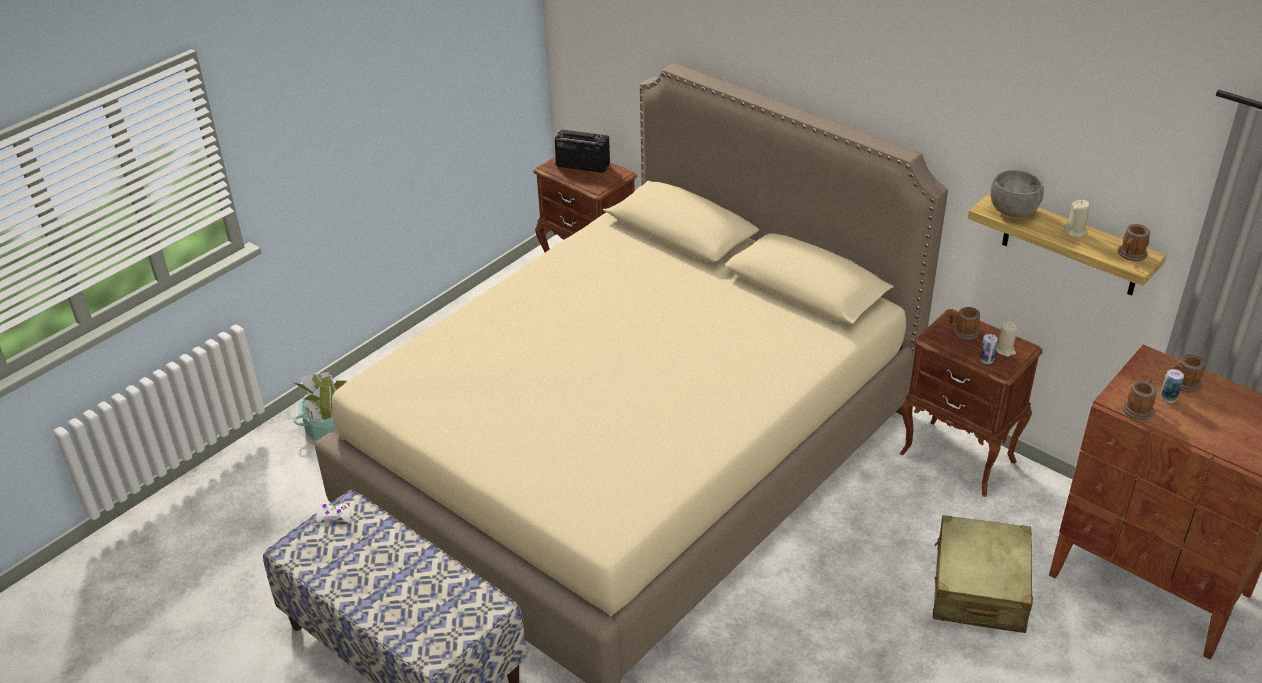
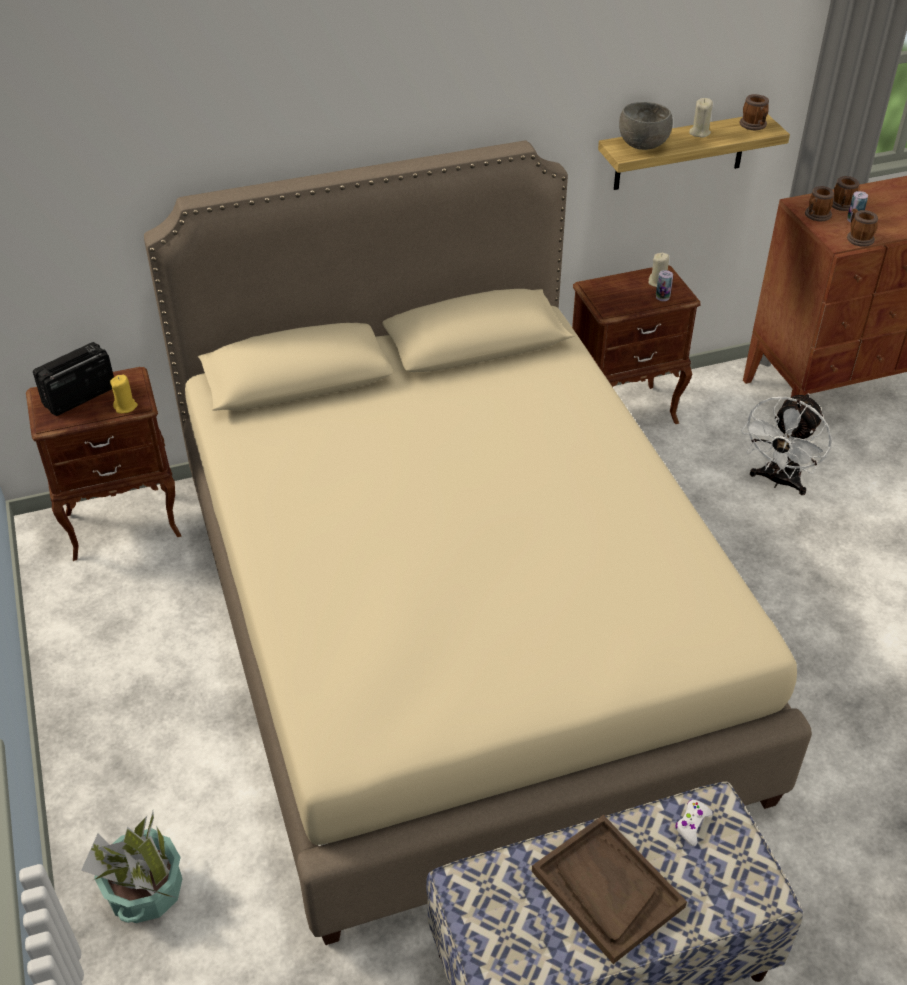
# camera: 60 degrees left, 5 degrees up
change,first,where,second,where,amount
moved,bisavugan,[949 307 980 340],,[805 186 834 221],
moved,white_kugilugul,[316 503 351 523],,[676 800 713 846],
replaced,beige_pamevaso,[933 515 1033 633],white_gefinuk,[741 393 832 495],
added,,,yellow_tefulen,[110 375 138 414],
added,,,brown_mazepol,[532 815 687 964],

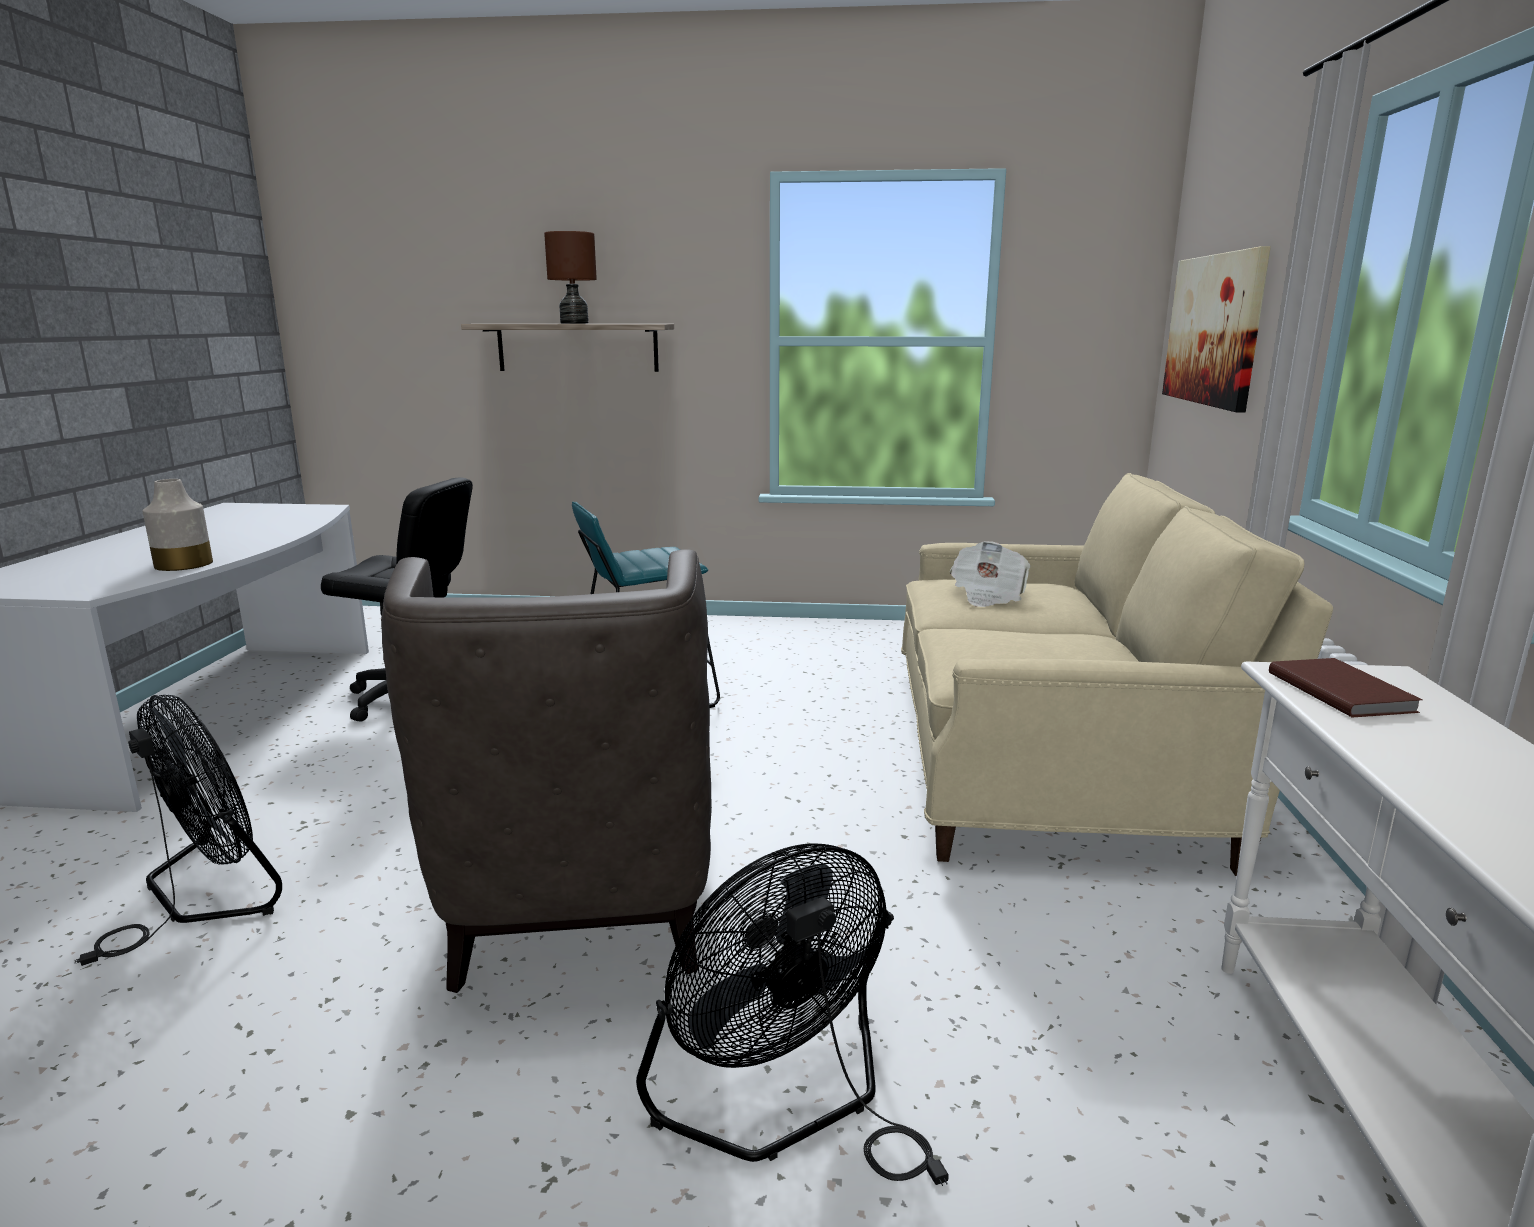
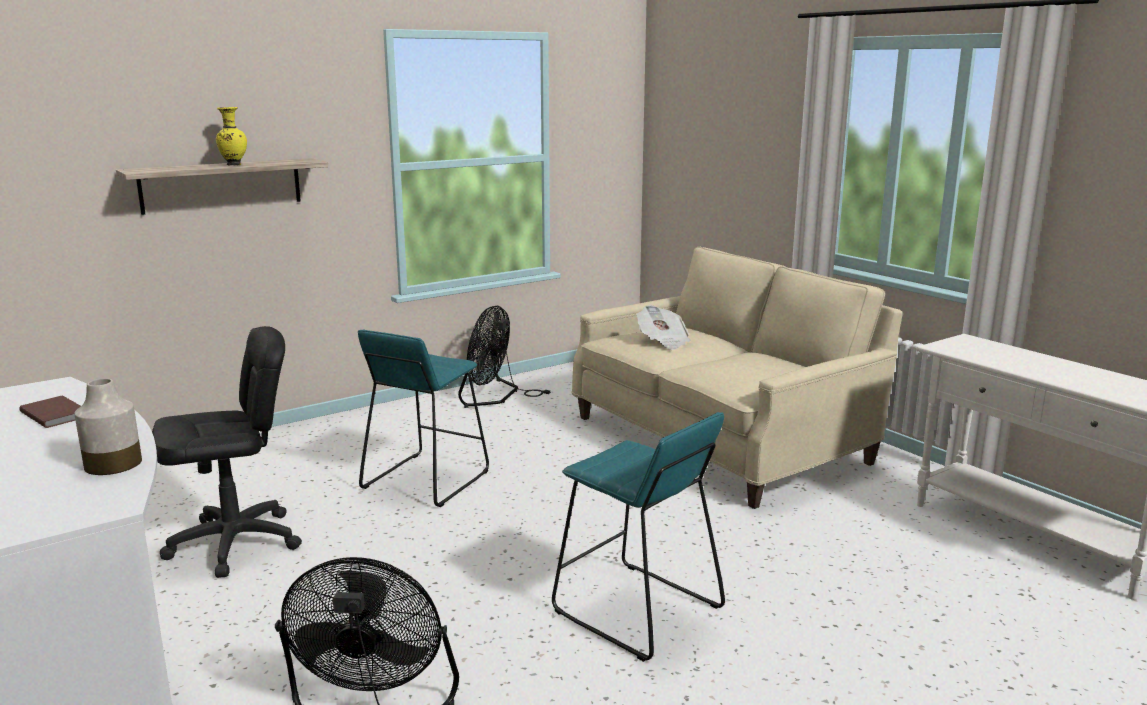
# camera: 40 degrees left, 0 degrees up
change,first,where,second,where,amount
replaced,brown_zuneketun,[544 231 597 324],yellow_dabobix,[216 107 247 166],
removed,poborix,[1162 246 1271 413],,,
replaced,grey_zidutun,[381 549 712 993],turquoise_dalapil,[552 412 725 662],
moved,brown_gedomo,[1269 658 1423 718],,[19 395 81 428],
moved,black_gefinuk,[636 844 949 1186],,[458 306 551 408],

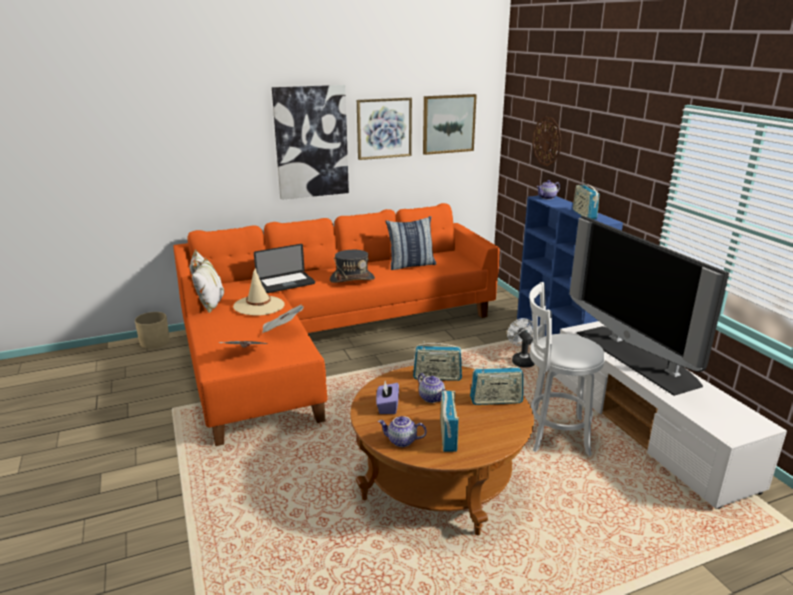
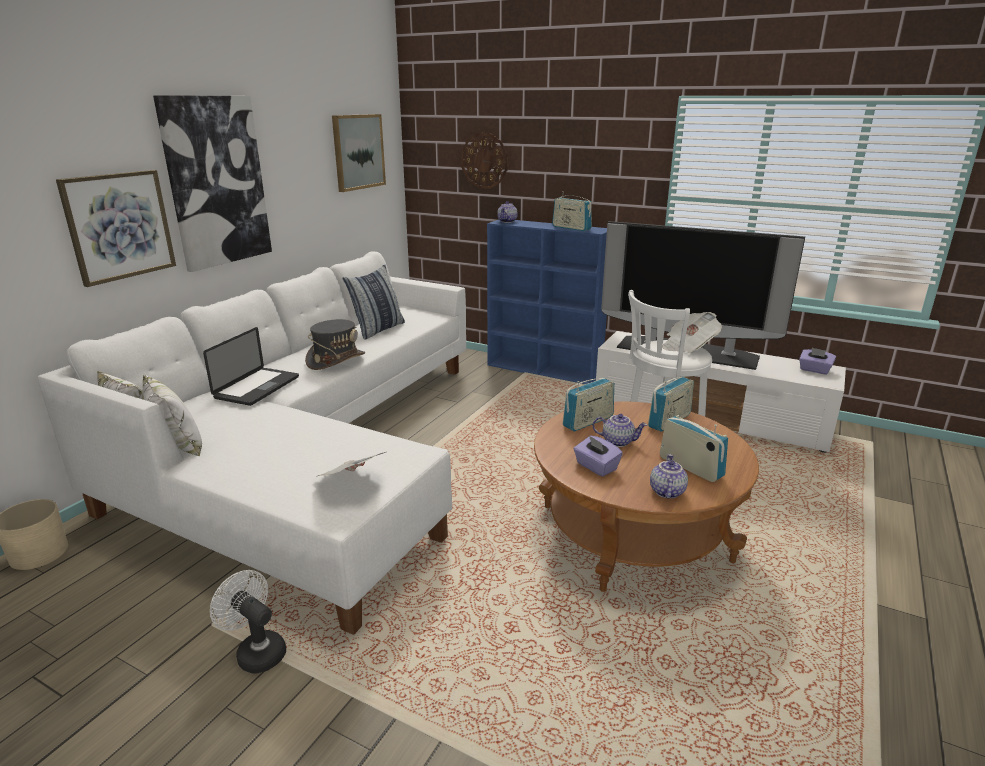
# camera: 40 degrees left, 0 degrees up
change,first,where,second,where,amount
moved,poborix,[357 98 412 160],,[56 170 176 287],
recoloured,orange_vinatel,[173 203 499 446],white_vinatel,[38 252 466 635],
removed,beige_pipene,[233 268 285 316],,,
moved,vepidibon,[261 305 304 334],,[662 312 722 353],
moved,white_gefinuk,[507 318 535 368],,[210 570 286 674],
turned,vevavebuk,[378 416 427 447],,[650 454 688 499],135 degrees clockwise
added,,,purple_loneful,[799 348 836 375],

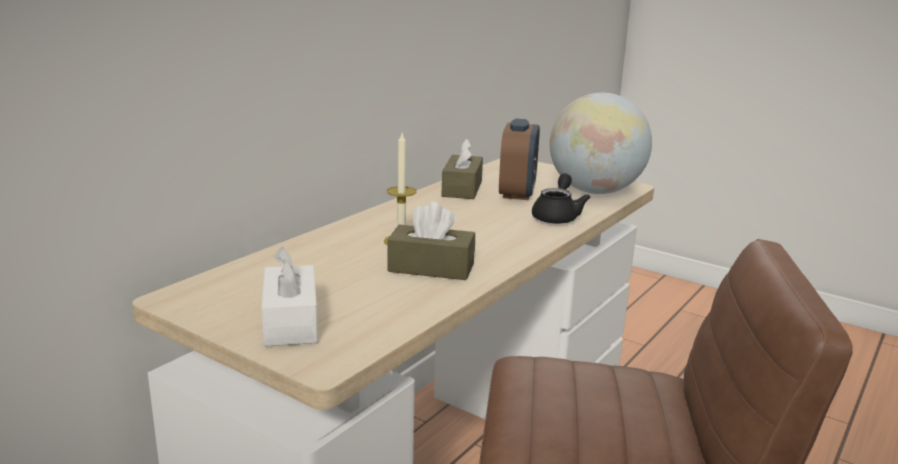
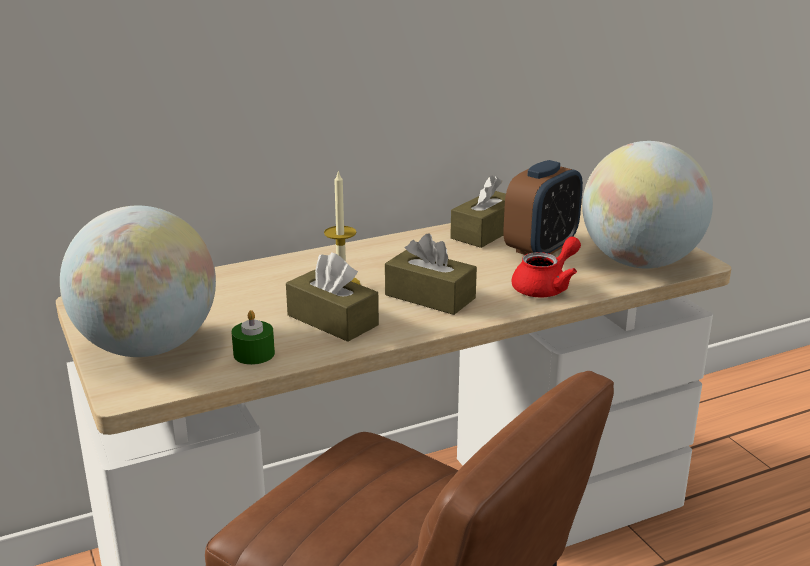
# camera: 30 degrees right, 5 degrees up
change,first,where,second,where,amount
recoloured,black_vevavebuk,[532 173 591 224],red_vevavebuk,[512 237 581 297],
replaced,white_loneful,[262 247 318 346],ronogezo,[60 206 216 357],
added,,,brown_loneful,[385 234 477 315],
added,,,green_tefulen,[231 310 275 365],

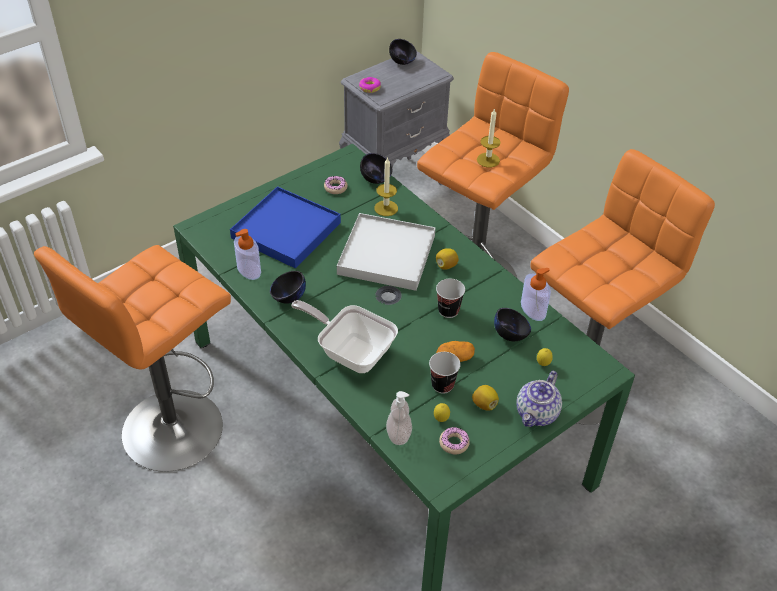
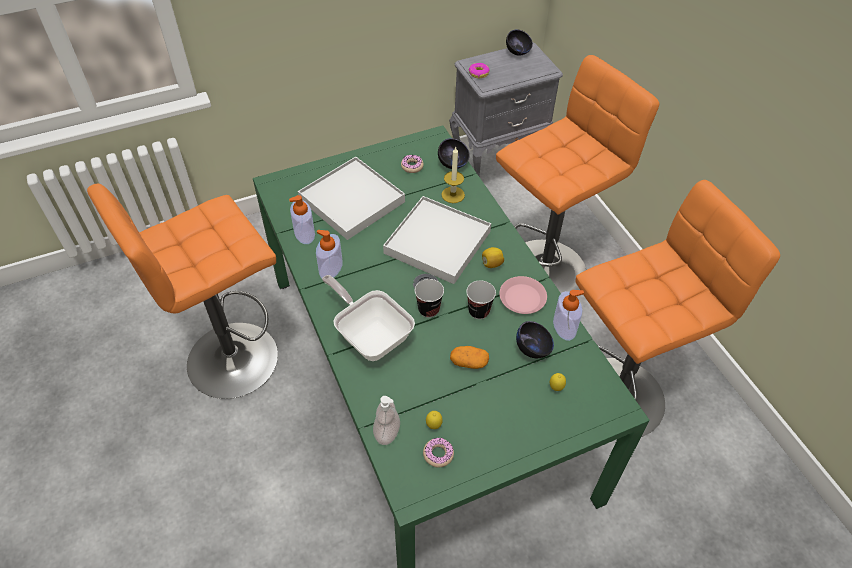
# camera: 15 degrees right, 5 degrees up
change,first,where,second,where,amount
removed,tefulen,[477 108 501 168],,,
recoloured,blue_mazepol,[230 186 341 269],white_mazepol,[298 157 405 240],
replaced,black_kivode,[270 271 306 304],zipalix,[316 230 343 278],
moved,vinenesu,[429 352 461 394],,[415 279 444 318],
removed,vevavebuk,[516 371 562 427],,,
removed,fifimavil,[472 385 499 411],,,
added,,,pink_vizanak,[499 276 547 314],

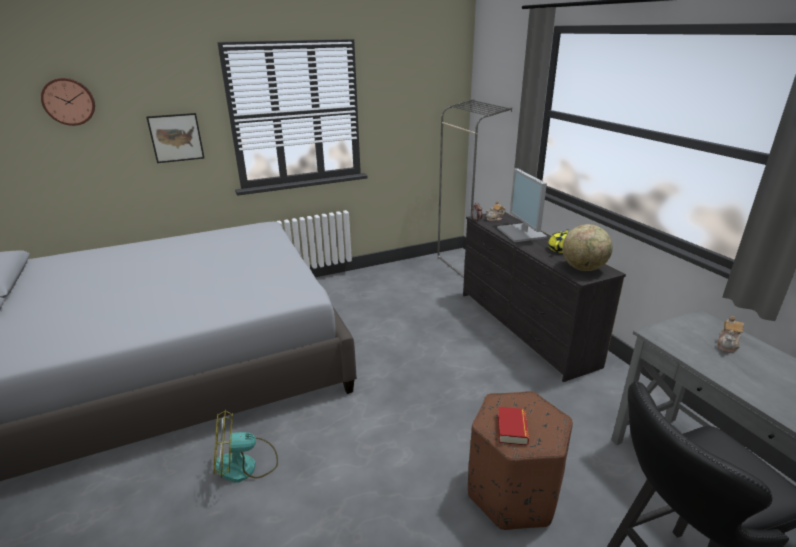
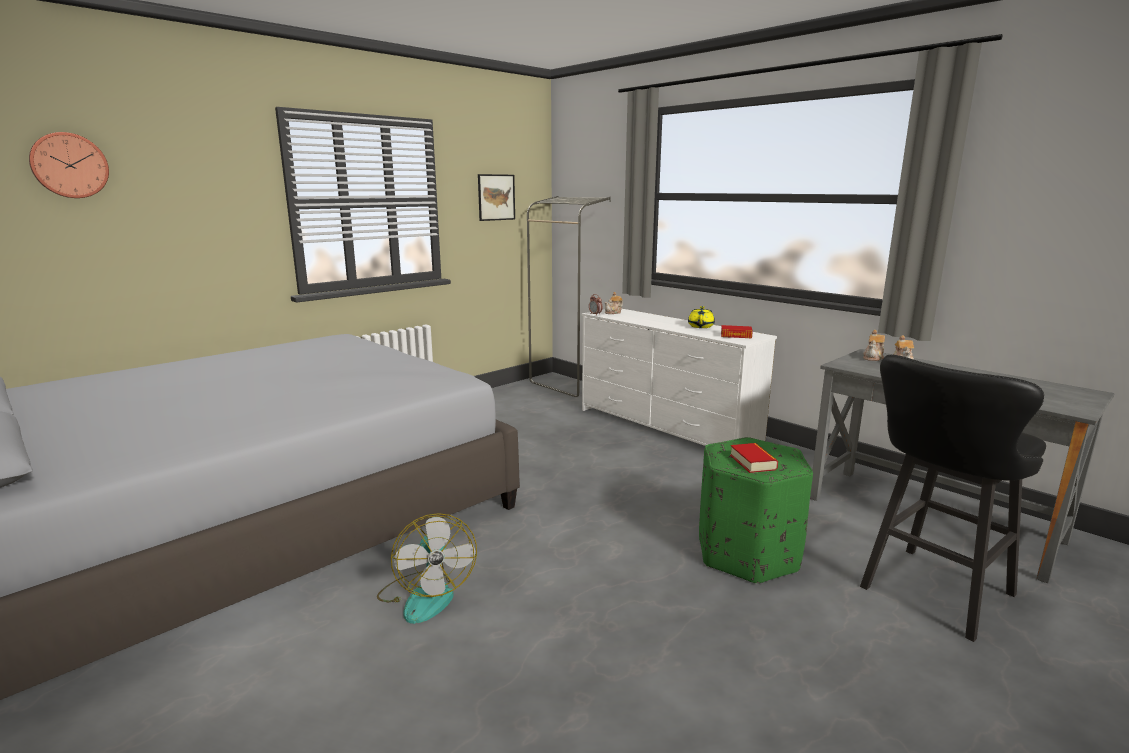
# camera: 20 degrees left, 10 degrees down
change,first,where,second,where,amount
moved,poborix,[146 113 204 163],,[478 174 515 221],
removed,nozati,[497 168 548 242],,,
recoloured,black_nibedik,[463 211 626 382],white_nibedik,[581 309 777 446],
replaced,ronogezo,[562 224 613 271],gedomo,[721 325 753 338],
recoloured,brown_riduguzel,[468 391 573 530],green_riduguzel,[699 437 813 584],
turned,gefinuk,[214 410 278 482],,[377 513 477 624],75 degrees counterclockwise
added,,,vevavebuk,[863 330 885 361],

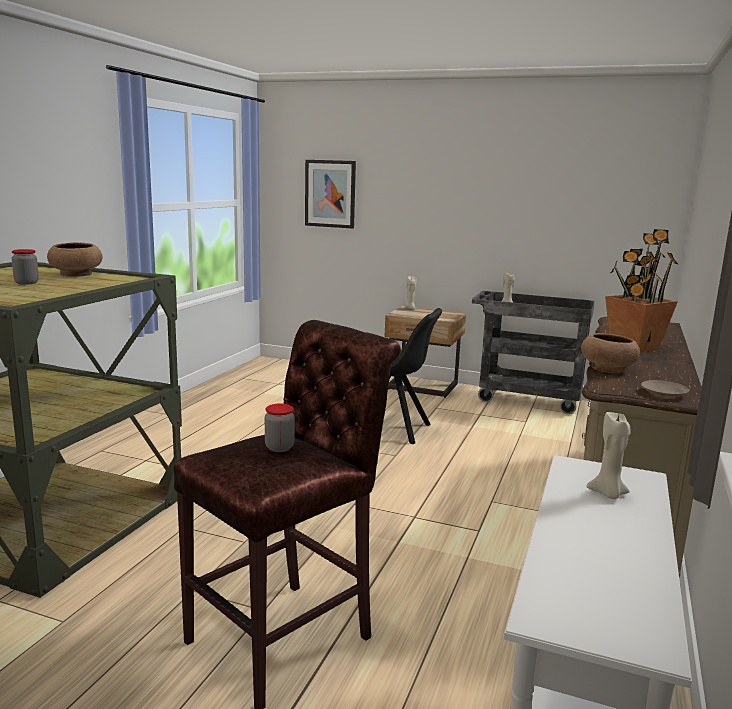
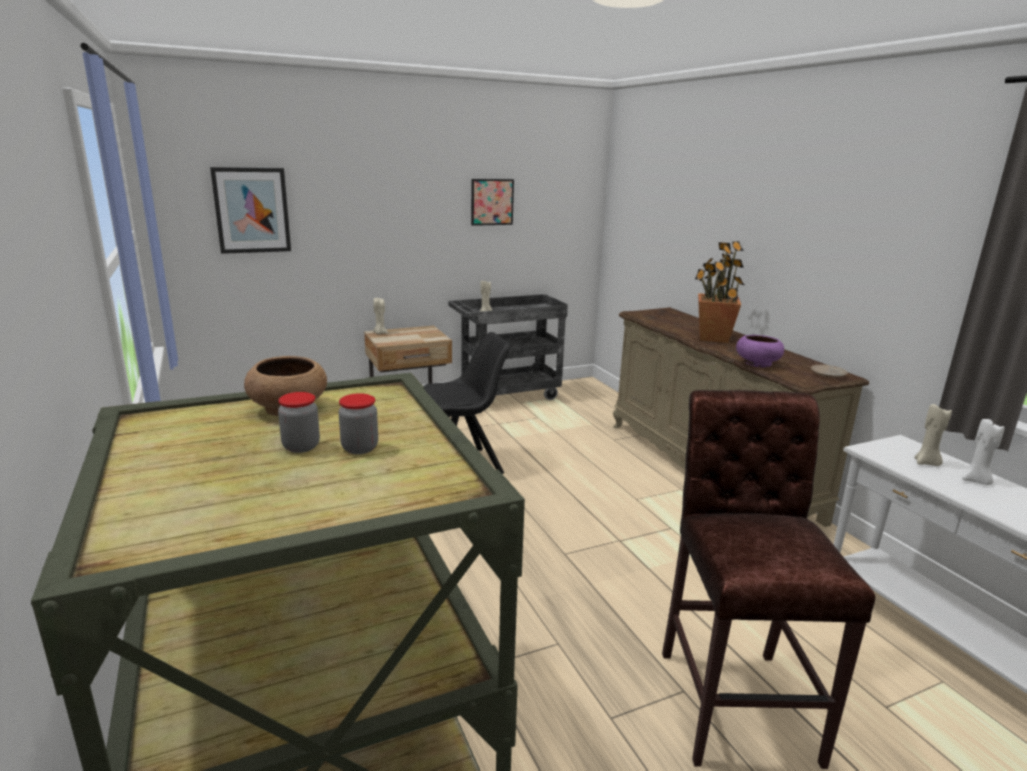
# camera: 45 degrees left, 5 degrees up
change,first,where,second,where,amount
recoloured,brown_kivode,[581 333 640 373],purple_kivode,[736 335 784 367],
moved,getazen,[265 404 295 452],,[338 393 378 454],
added,,,poborix,[471 179 514 226],
added,,,white_tefulen,[962 419 1005 485],

